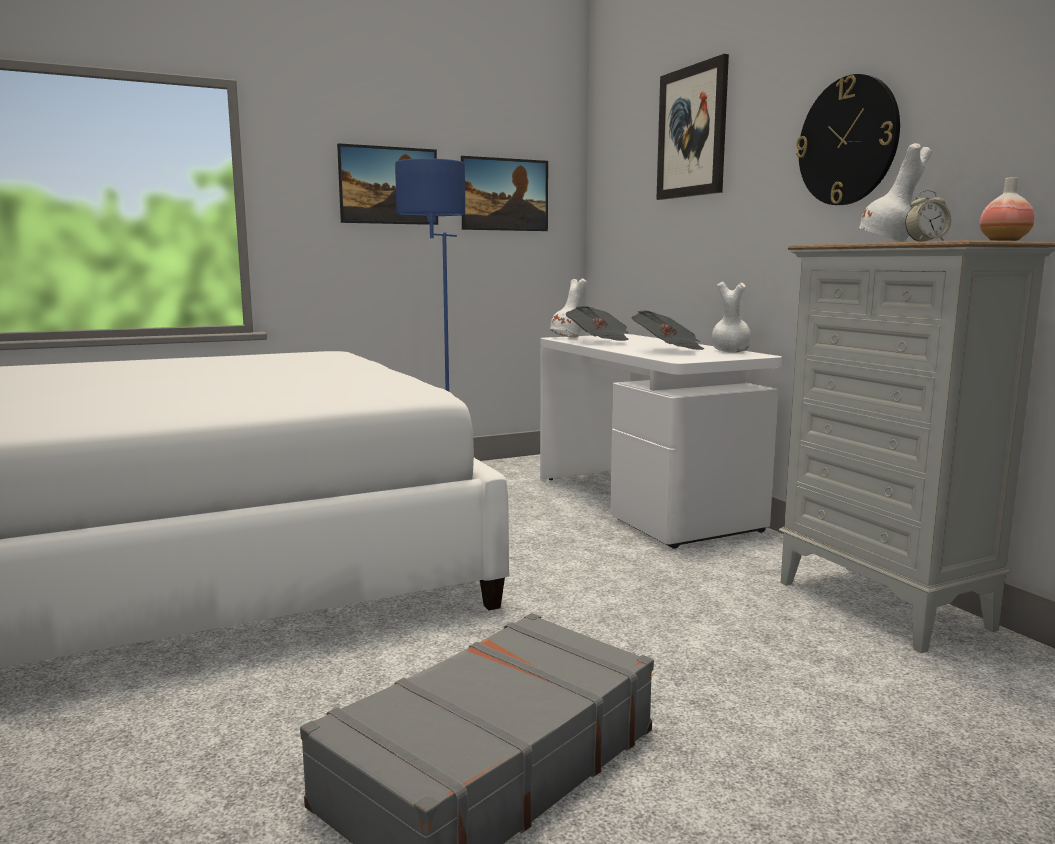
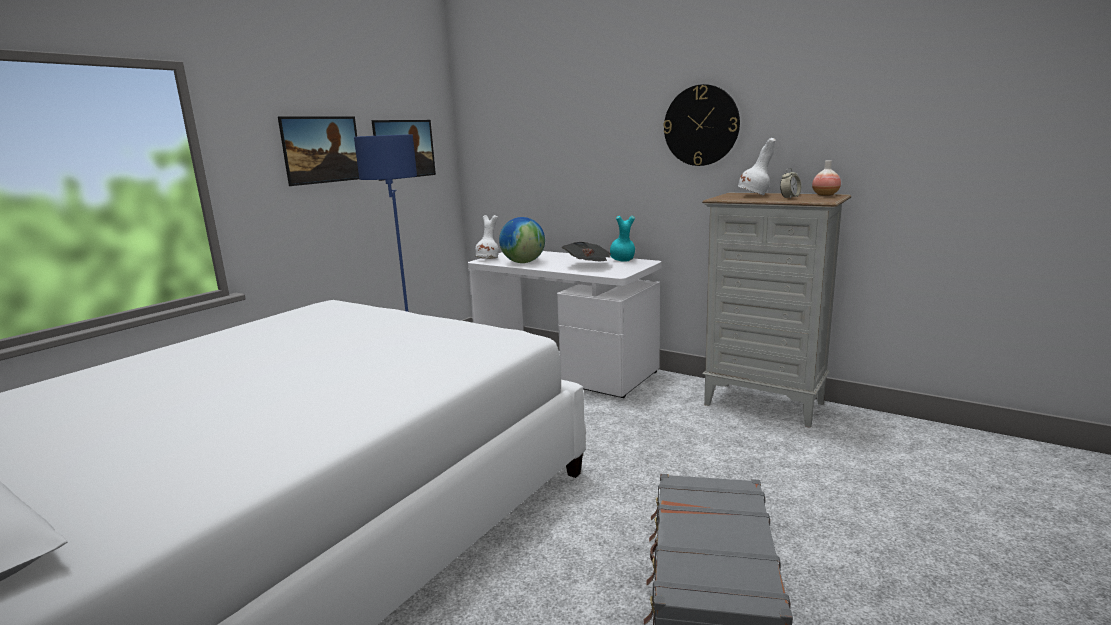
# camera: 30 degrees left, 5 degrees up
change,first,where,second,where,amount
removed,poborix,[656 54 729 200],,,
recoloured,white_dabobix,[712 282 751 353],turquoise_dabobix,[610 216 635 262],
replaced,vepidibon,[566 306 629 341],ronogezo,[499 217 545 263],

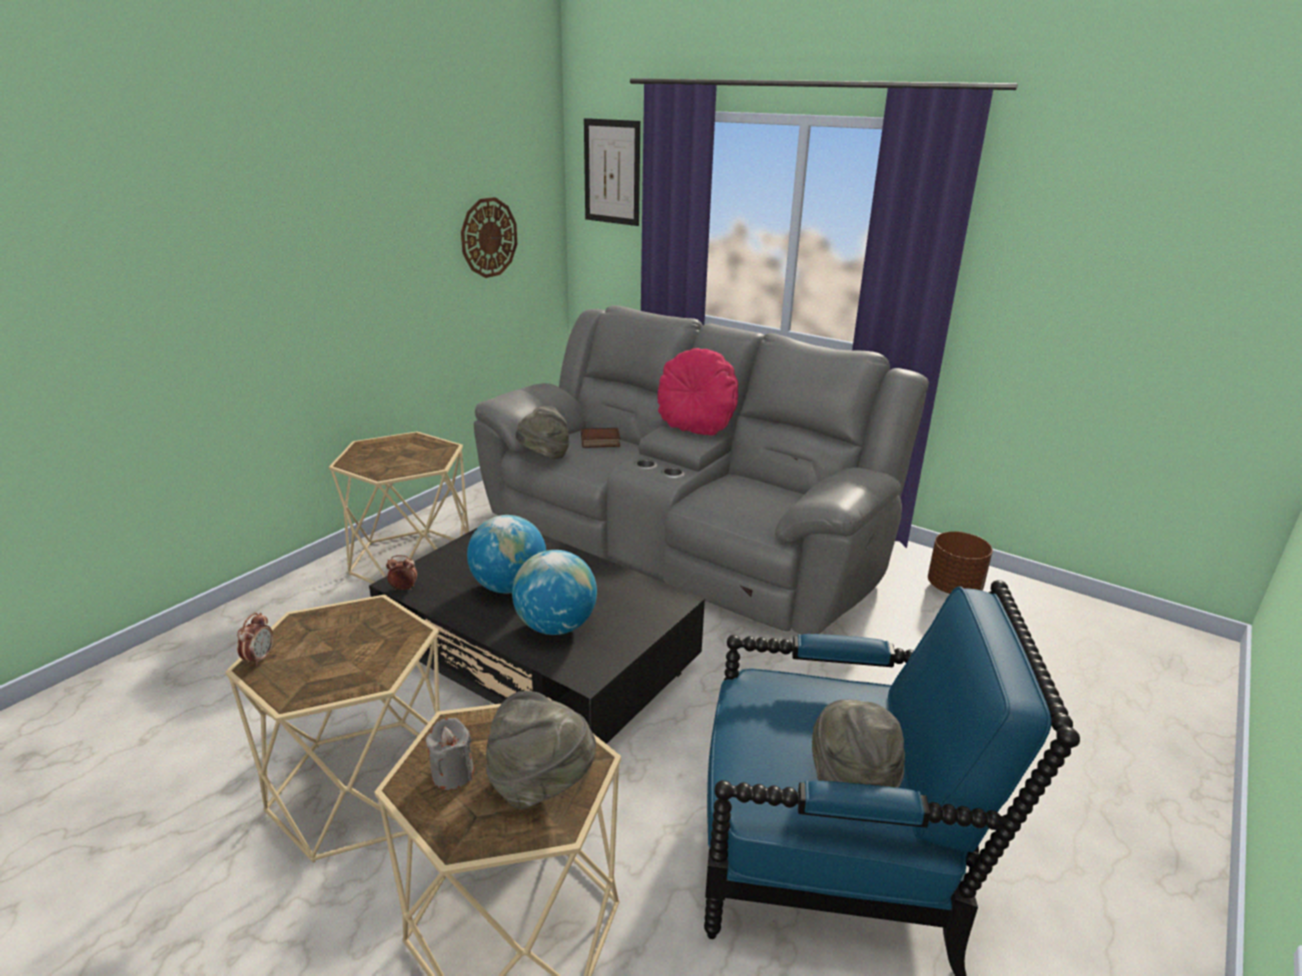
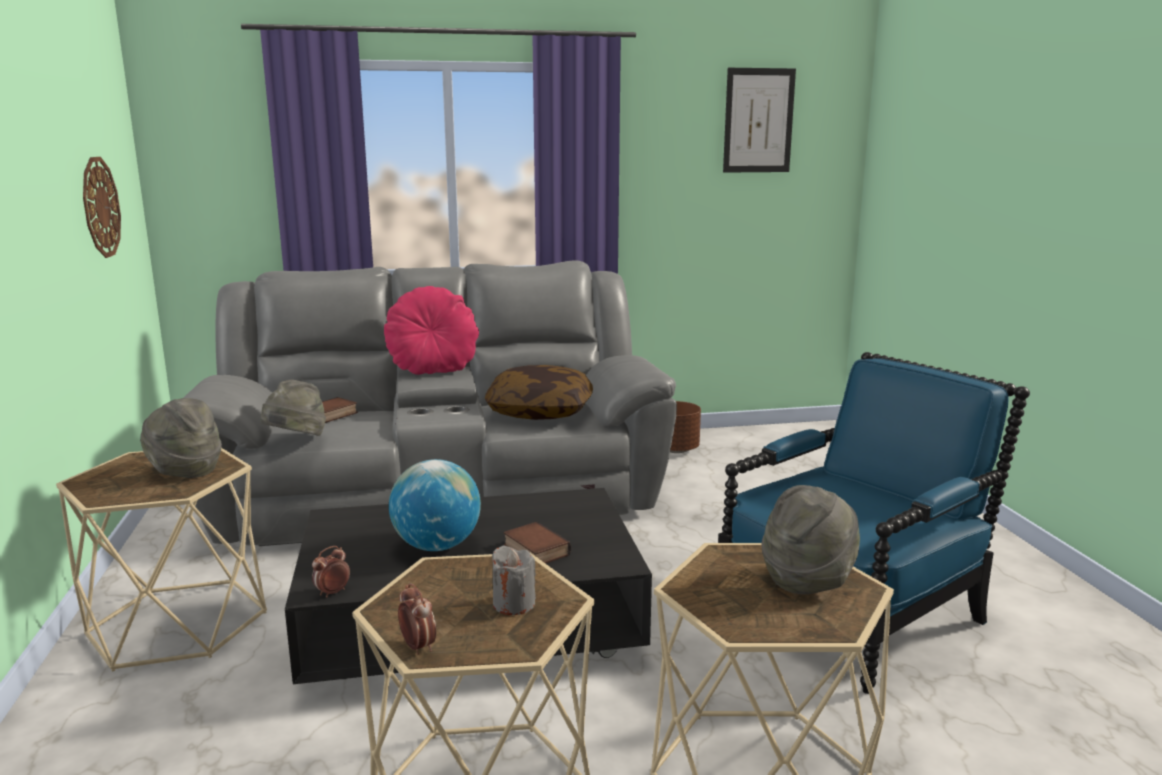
# camera: 45 degrees left, 10 degrees down
change,first,where,second,where,amount
moved,poborix,[584 118 640 226],,[723 68 796 173],
replaced,ronogezo,[512 550 597 635],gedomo,[503 522 571 564],
moved,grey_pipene,[812 699 905 788],,[140 398 222 478],
moved,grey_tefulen,[425 718 474 790],,[492 546 536 615],
added,,,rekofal,[485 365 593 420],

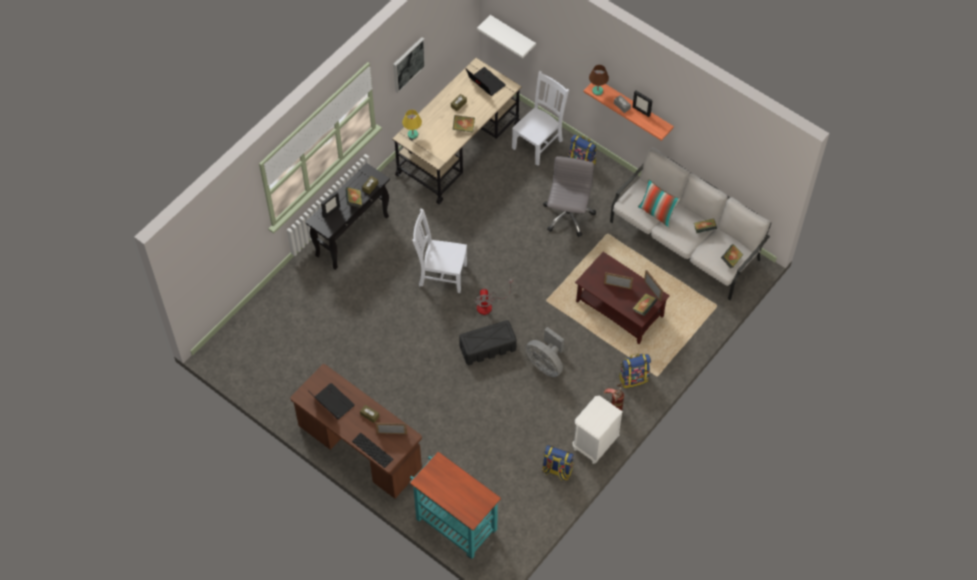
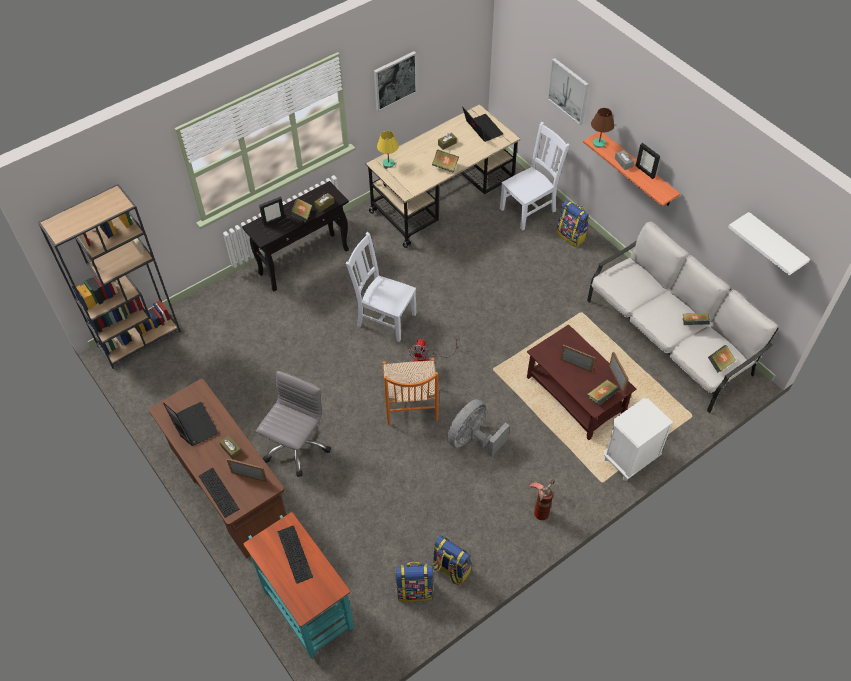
# camera: 15 degrees right, 5 degrees down
change,first,where,second,where,amount
moved,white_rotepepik,[477 15 536 58],,[728 212 810 275],
moved,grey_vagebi,[543 156 596 237],,[256 371 331 477],
removed,rekofal,[638 179 680 227],,,
replaced,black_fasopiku,[459 320 517 365],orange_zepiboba,[383 358 439 425],
turned,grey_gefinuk,[525 327 564 377],,[447 399 509 457],75 degrees clockwise
moved,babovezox,[619 353 651 388],,[395 562 434 602],
moved,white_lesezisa,[572 396 623 464],,[604 398 674 481],
added,,,poborix,[547 58 589 125],
added,,,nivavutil,[38 184 181 369],
added,,,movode,[278 525 313 584],

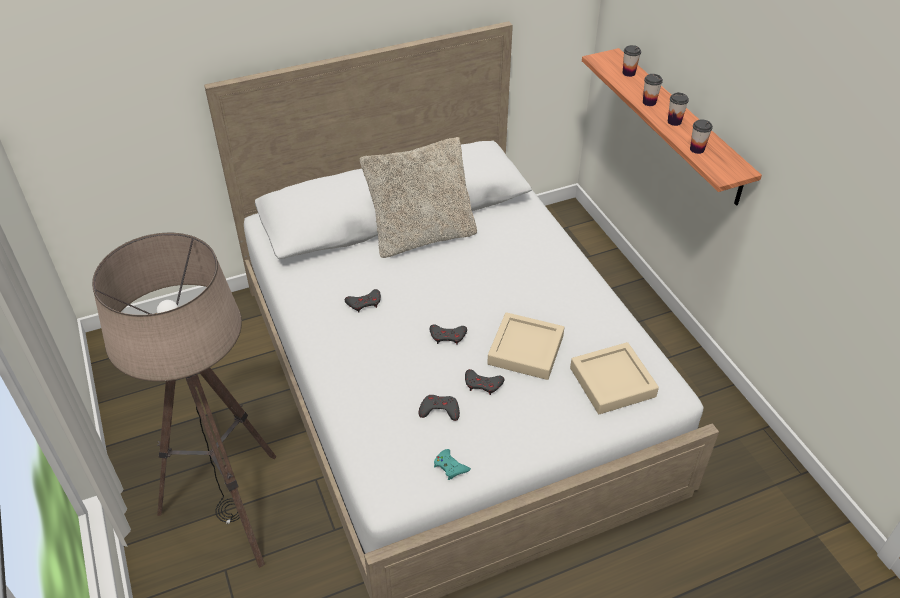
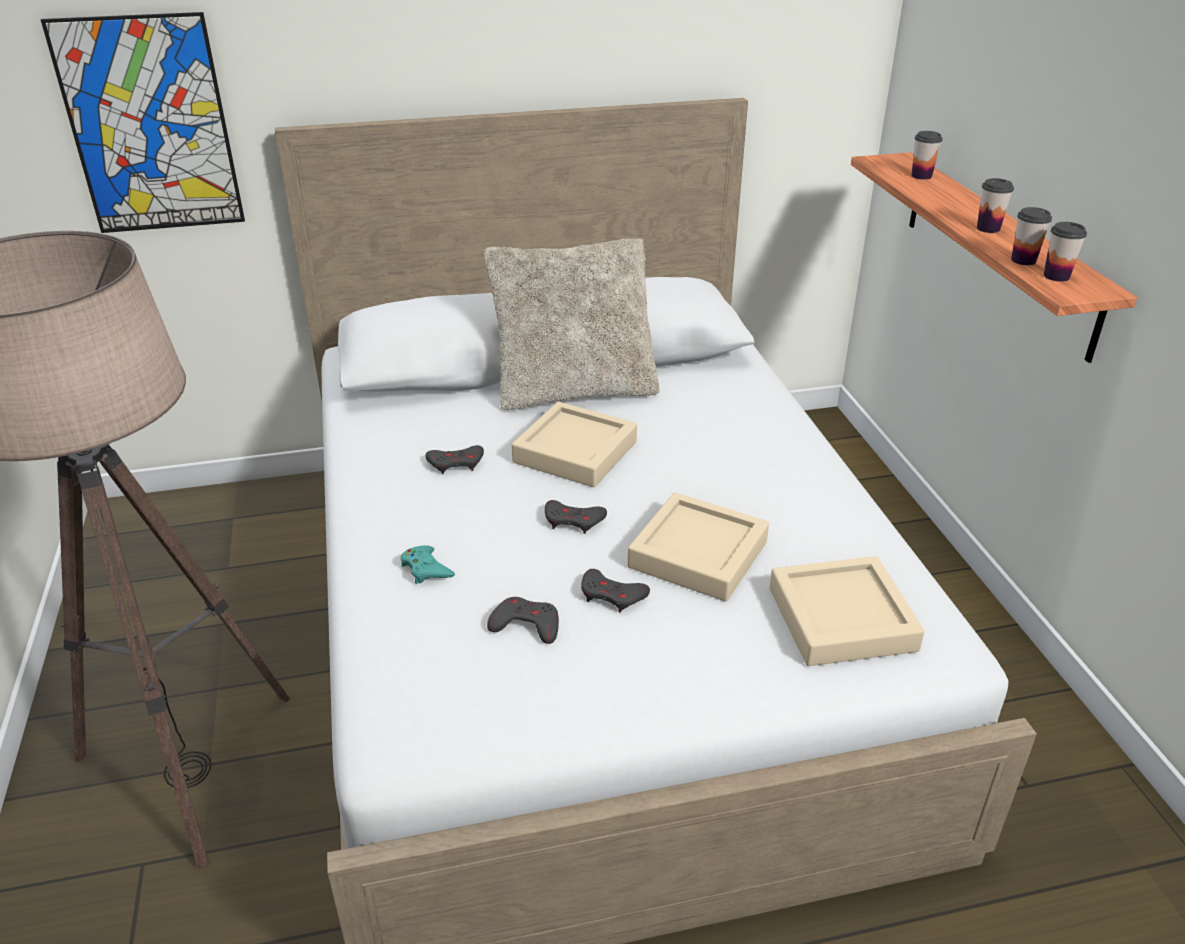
# camera: 10 degrees right, 10 degrees down
change,first,where,second,where,amount
moved,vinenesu,[643 74 663 106],,[1044 222 1087 282],
moved,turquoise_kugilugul,[434 449 471 480],,[401 545 455 584],
added,,,poborix,[41 12 245 233],
added,,,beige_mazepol,[512 402 637 487],

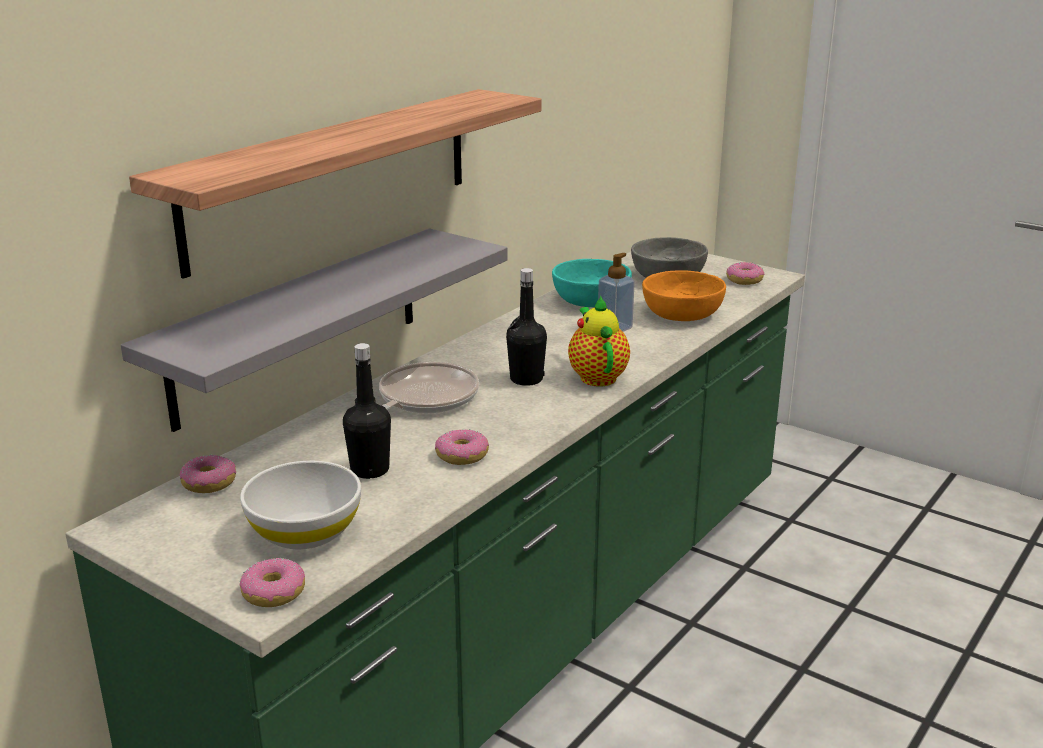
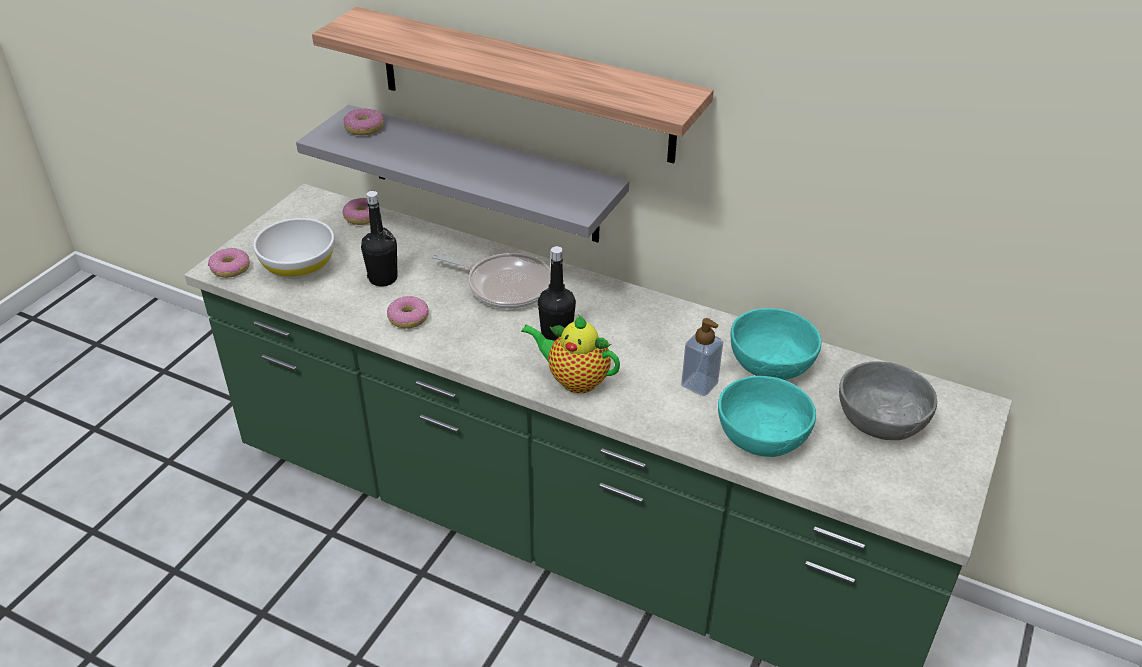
# camera: 80 degrees right, 15 degrees up
change,first,where,second,where,amount
moved,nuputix,[726 262 764 285],,[343 108 384 135],
recoloured,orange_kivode,[642 271 726 321],turquoise_kivode,[718 376 816 457],
turned,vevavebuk,[568 296 630 387],,[521 314 620 393],135 degrees counterclockwise

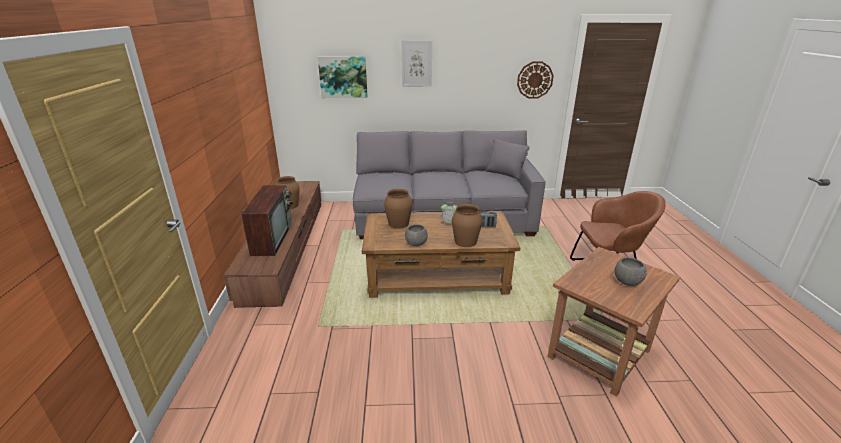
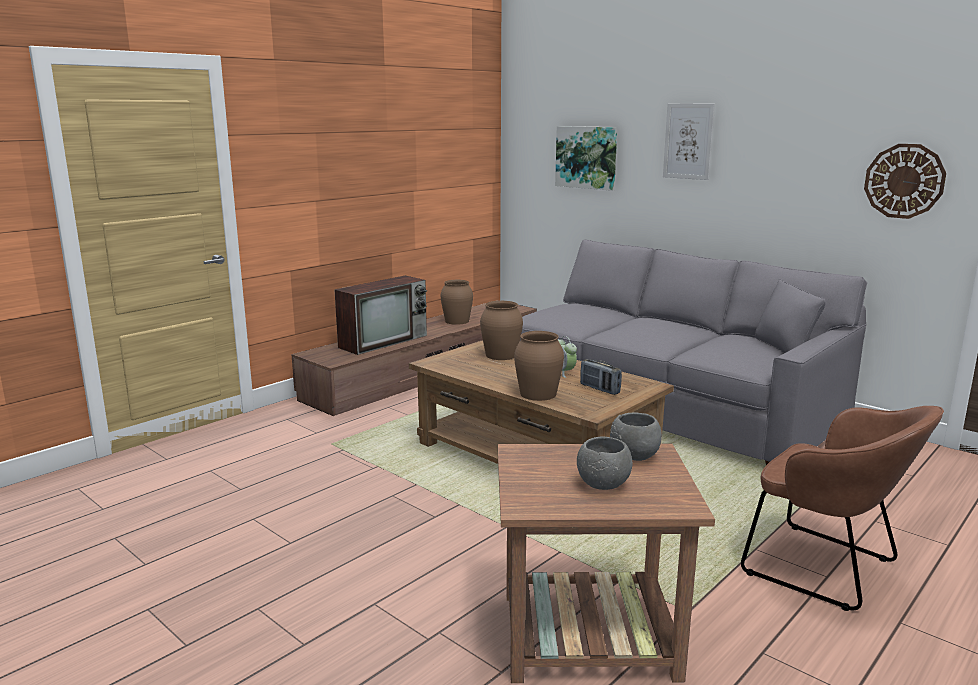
# camera: 45 degrees right, 10 degrees down
change,first,where,second,where,amount
moved,grey_kivode,[405 224 428 246],,[610 413 662 461],

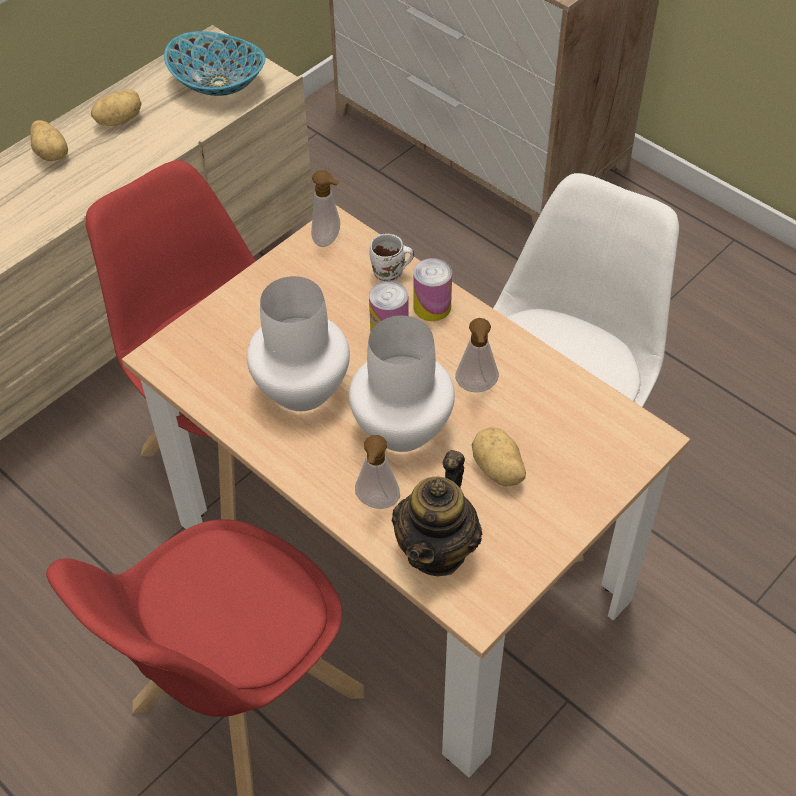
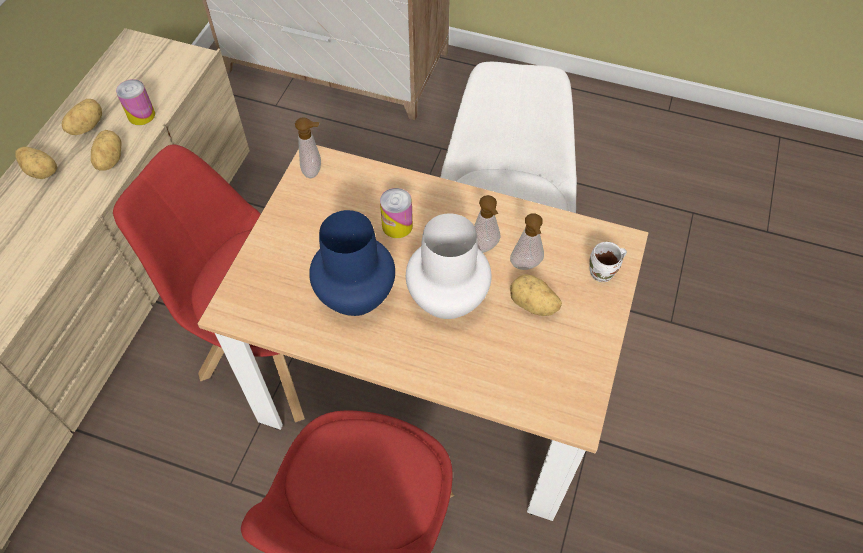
# camera: 25 degrees left, 5 degrees up
change,first,where,second,where,amount
removed,kivode,[164 31 265 96],,,
moved,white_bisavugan,[370 234 414 282],,[590 242 627 282],
moved,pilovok,[413 258 452 321],,[116 79 155 125],
recoloured,white_dabobix,[247 276 350 411],blue_dabobix,[309 210 395 316],
moved,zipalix,[355 435 400 509],,[510 213 544 270],
removed,vevavebuk,[392 450 482 576],,,
added,,,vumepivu,[91 130 122 171],

